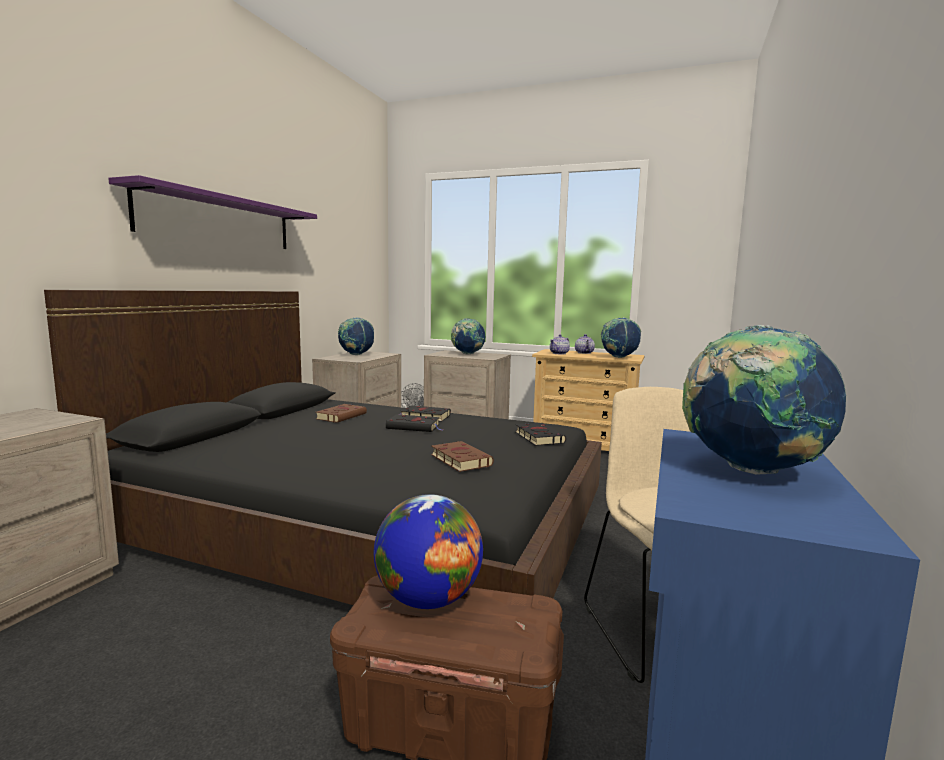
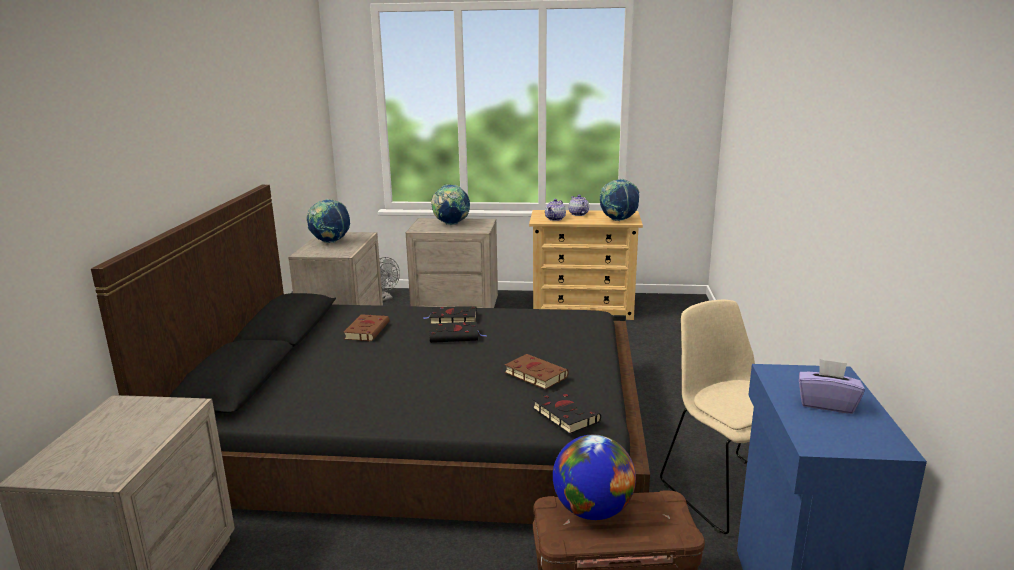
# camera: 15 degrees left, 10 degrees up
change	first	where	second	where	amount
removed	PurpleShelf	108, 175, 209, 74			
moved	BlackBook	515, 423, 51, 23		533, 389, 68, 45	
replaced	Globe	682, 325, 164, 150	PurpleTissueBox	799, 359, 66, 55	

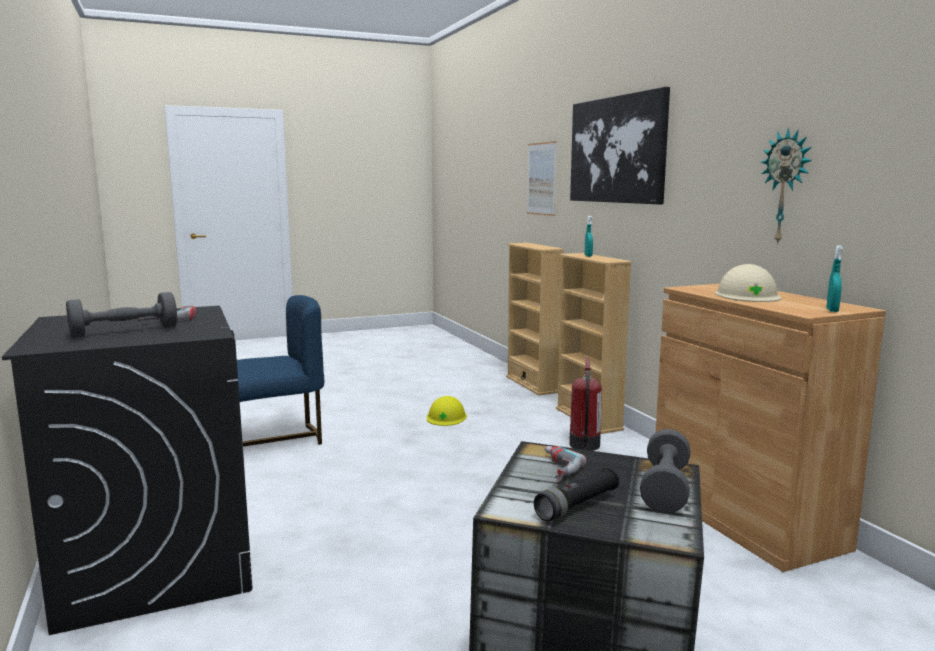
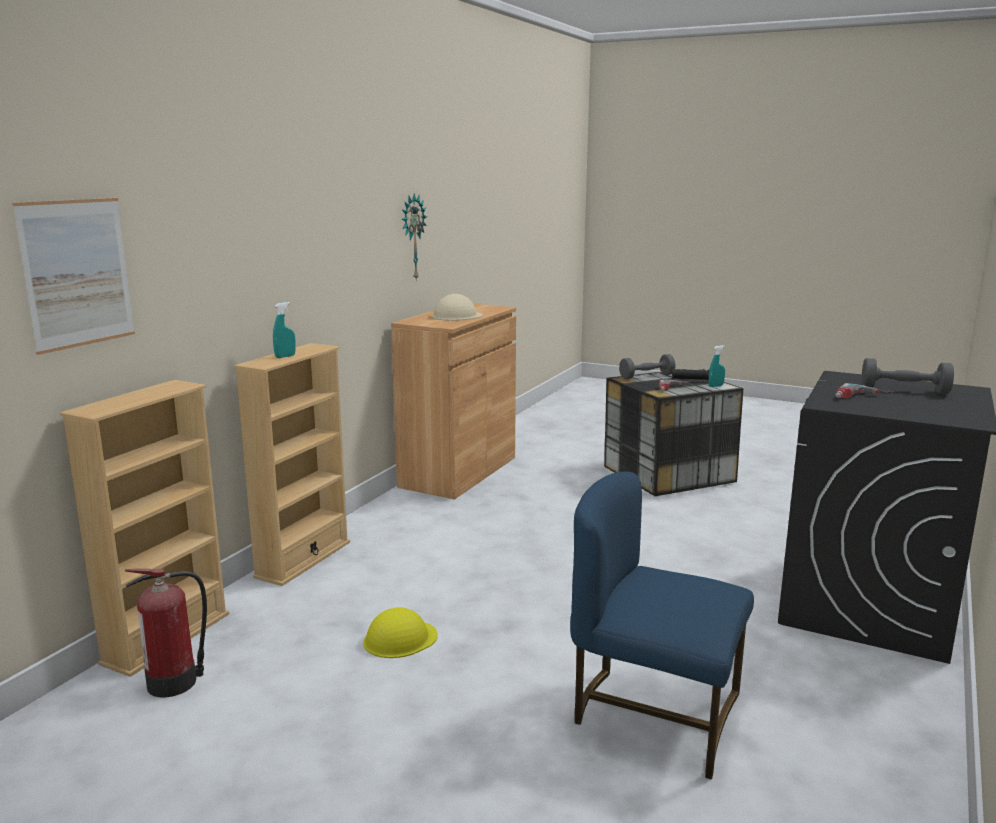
# camera: 130 degrees left, 5 degrees up
change	first	where	second	where	amount
removed	Picture	570, 87, 100, 118			
moved	FireExtinguisher	569, 356, 33, 95		125, 569, 82, 128	
moved	TurquoiseSprayBottle	826, 245, 17, 67		709, 345, 16, 42	

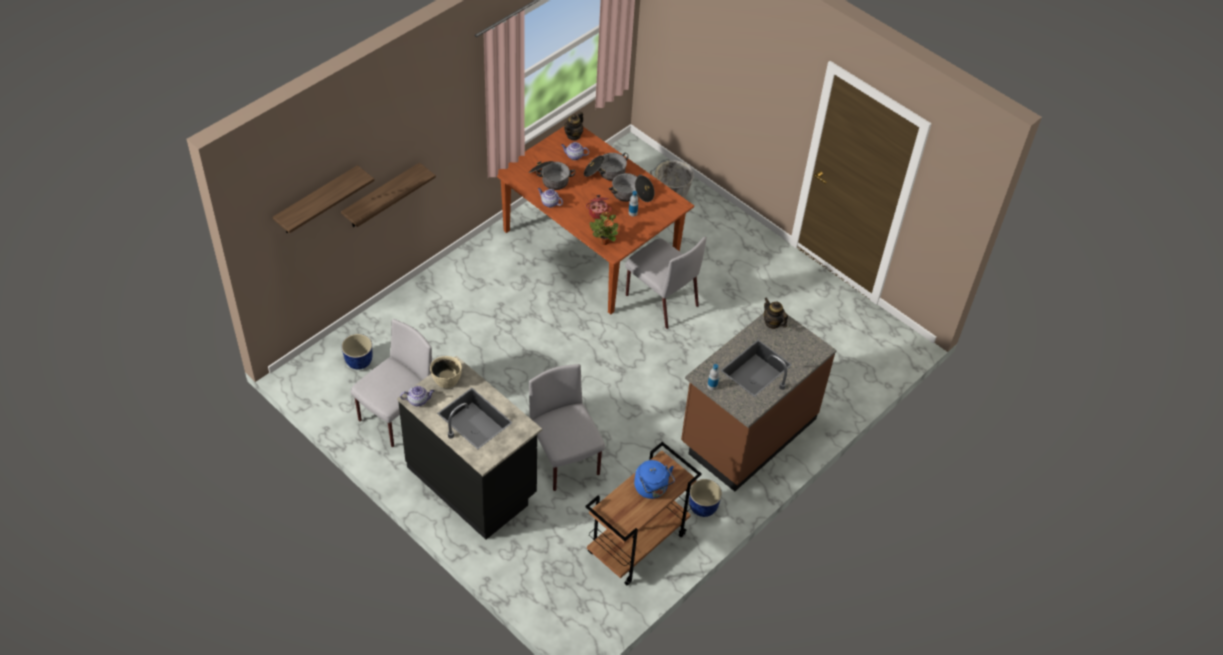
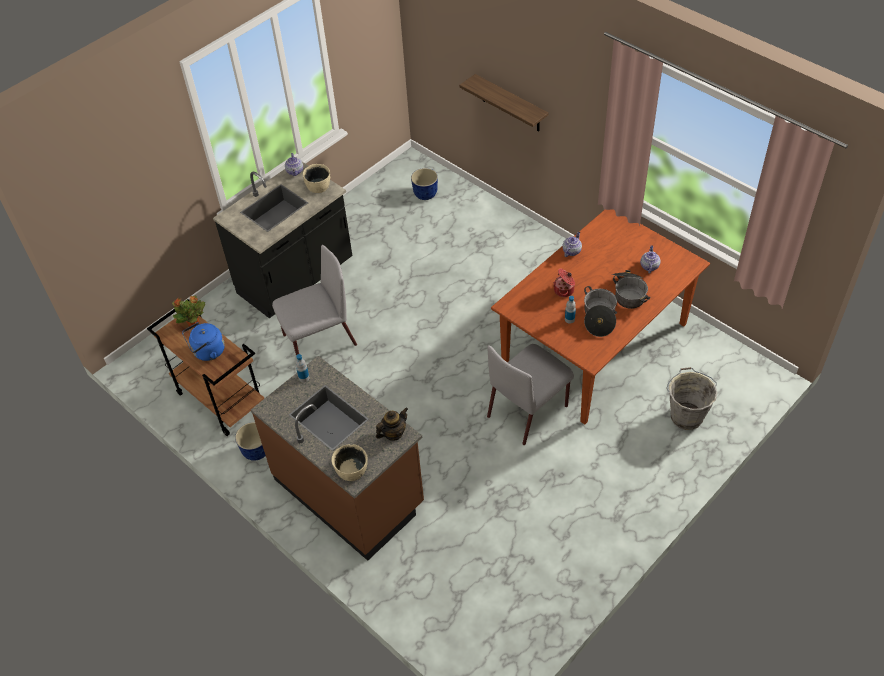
# camera: 95 degrees right, 0 degrees up
change	first	where	second	where	amount
removed	Shelf	273, 165, 101, 68			
removed	GreyChair	351, 319, 81, 128			
removed	CookingPot	528, 161, 47, 29			
removed	Teapot	564, 112, 19, 29			
added			BeigeBowl	331, 444, 37, 37	
moved	PottedPlant	590, 211, 28, 34		172, 296, 33, 32	

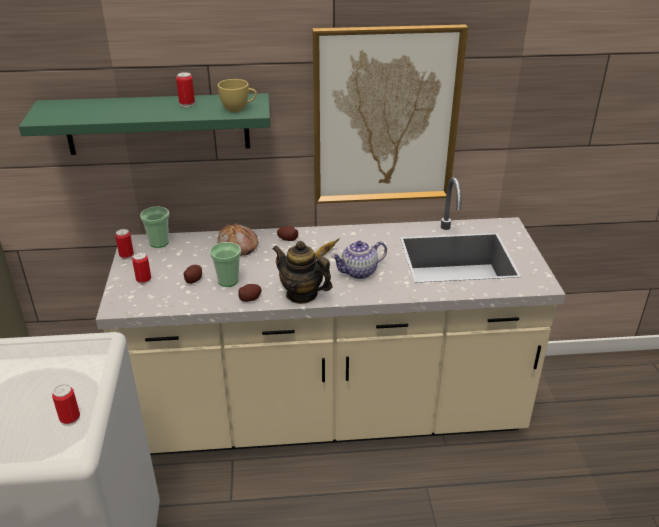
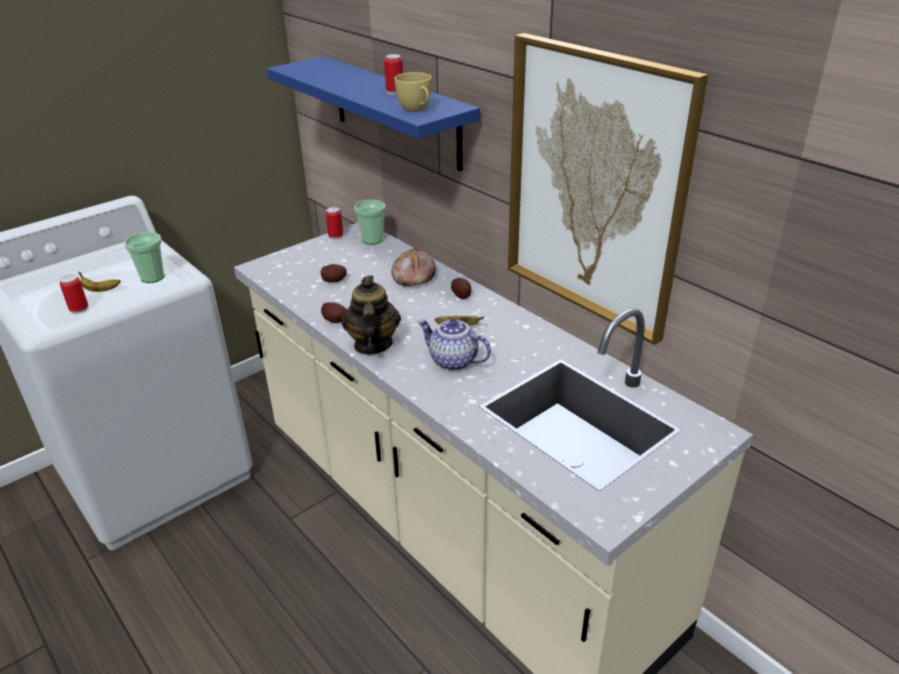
# camera: 55 degrees right, 0 degrees up
change	first	where	second	where	amount
removed	Can	132, 252, 19, 32			
added			Banana	79, 272, 42, 20	
moved	Cup	210, 242, 31, 45		124, 232, 41, 51	
recoloured	GreenShelf	19, 93, 251, 62	BlueShelf	266, 56, 214, 115	

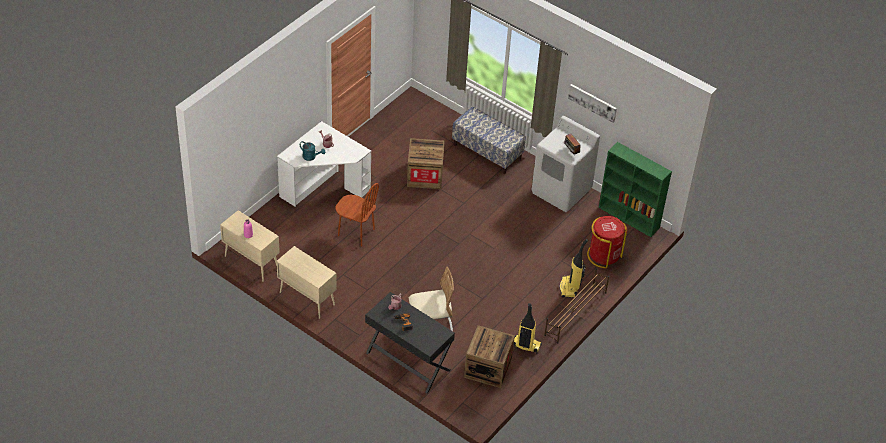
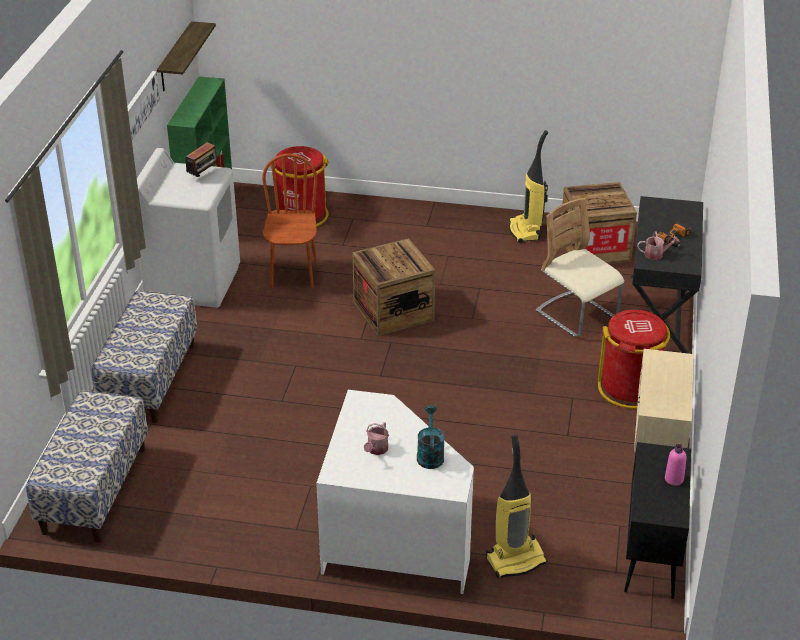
# camera: 115 degrees left, 10 degrees down
change	first	where	second	where	amount
removed	BrownShoeRack	544, 268, 65, 76			
added			Bench	26, 391, 122, 151	
added			Shelf	157, 21, 59, 70	
added			RedTrashCan	598, 310, 72, 99	
moved	BrownChair	336, 183, 43, 64		262, 154, 55, 134	
moved	Crate	407, 138, 38, 51		352, 238, 83, 98	
moved	VacuumCleaner	560, 239, 28, 59		486, 434, 62, 144	
recoloured	BeigeCabinet	220, 210, 60, 71	BlackCabinet	624, 442, 67, 157	

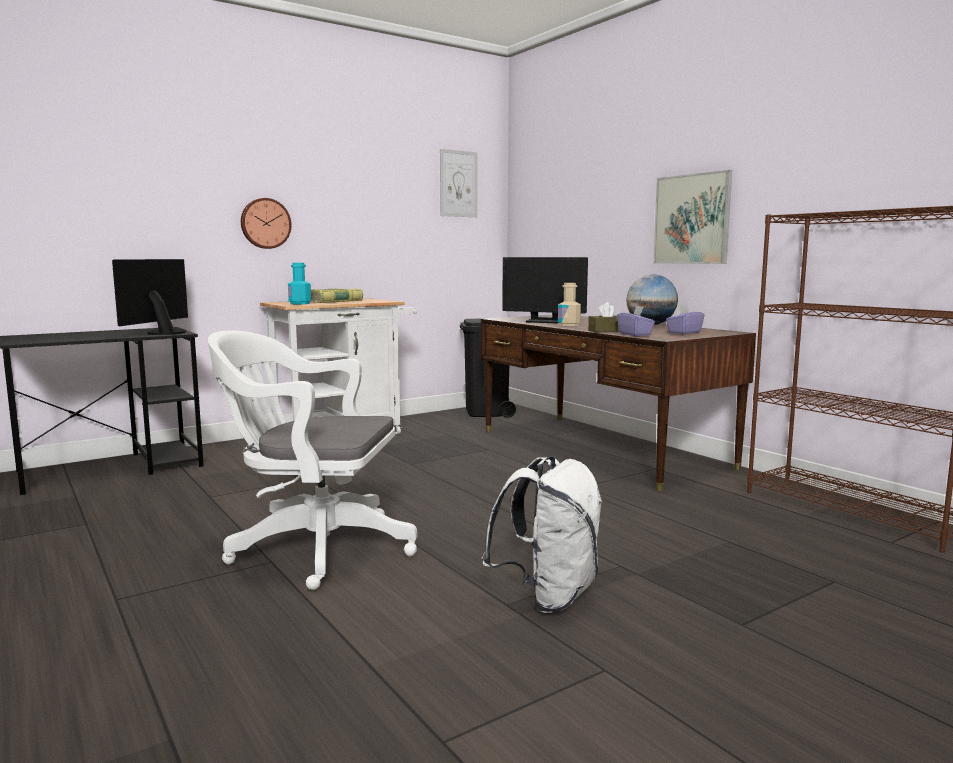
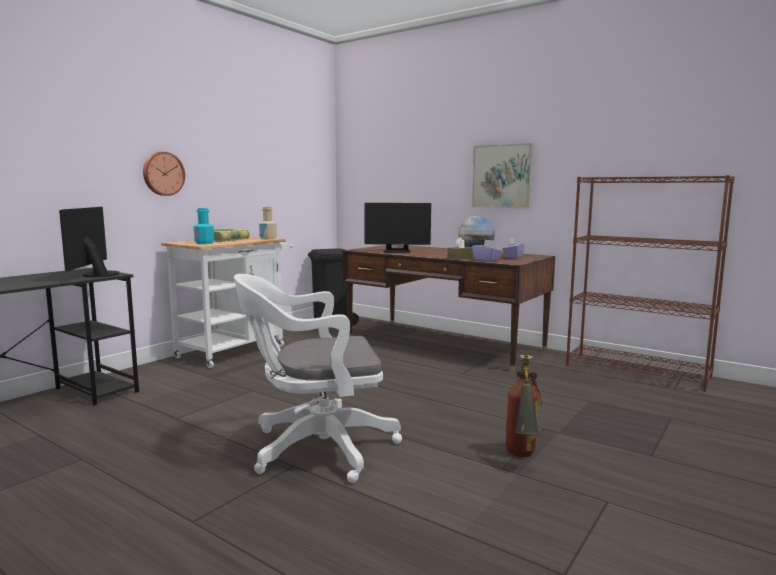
# camera: 20 degrees left, 0 degrees up
change	first	where	second	where	amount
removed	Picture	440, 149, 38, 68			
moved	BeigeBottle	558, 283, 23, 43		259, 207, 18, 33	
replaced	WhiteBackpack	482, 456, 120, 157	FireExtinguisher	505, 354, 37, 103	

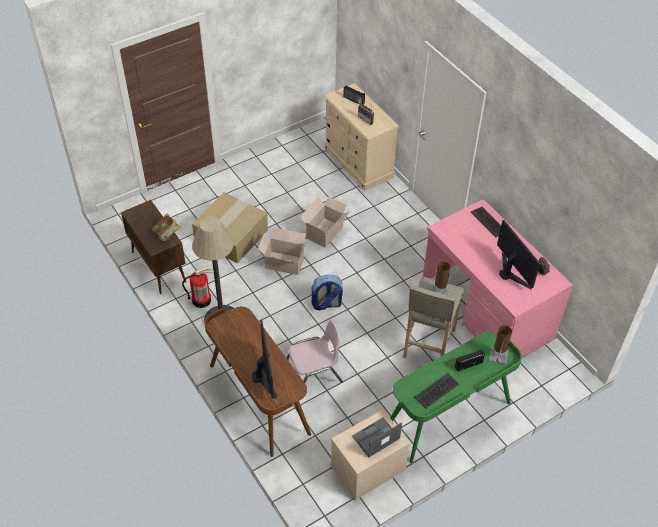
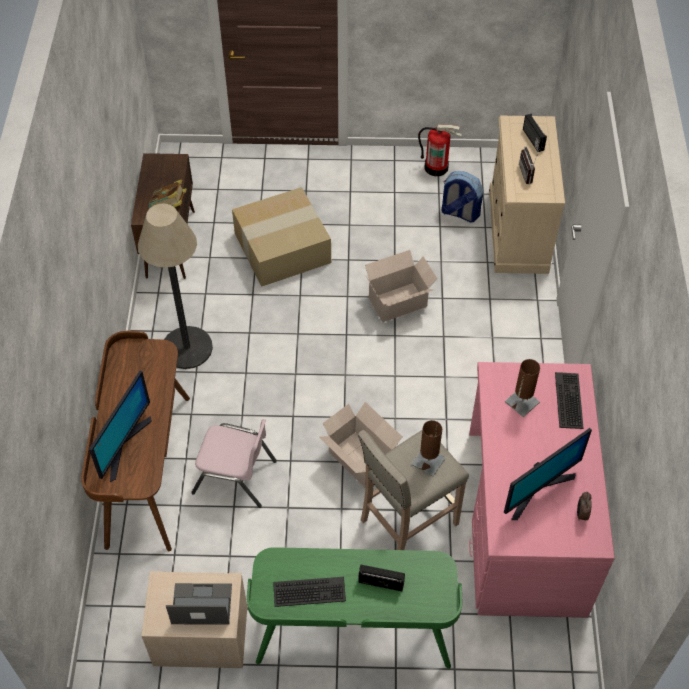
# camera: 35 degrees right, 5 degrees up
change	first	where	second	where	amount
moved	FireExtinguisher	182, 266, 32, 42		418, 124, 44, 52	
moved	CardboardBox	258, 227, 49, 48		320, 402, 82, 85	
moved	Backpack	311, 275, 32, 35		441, 171, 42, 51	
moved	BrownTableLamp	489, 325, 23, 39		505, 359, 35, 58	
turned	Monitor	497, 220, 43, 69		504, 428, 88, 92	45 degrees clockwise

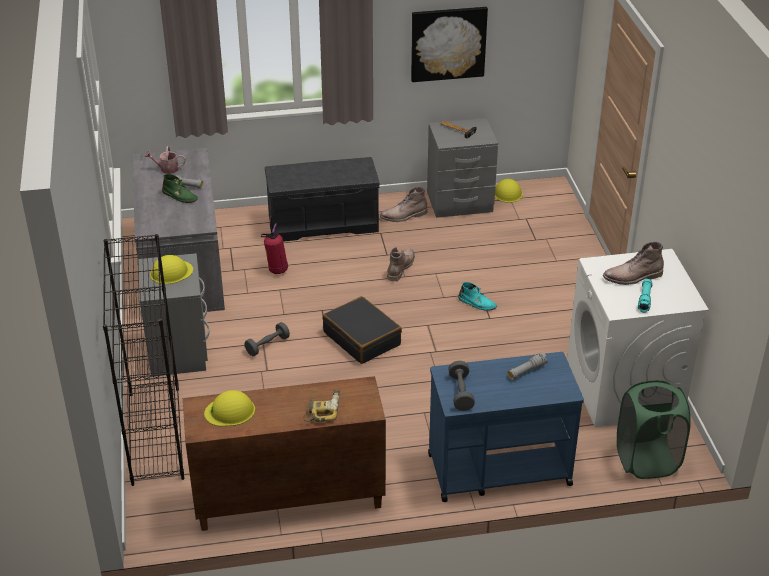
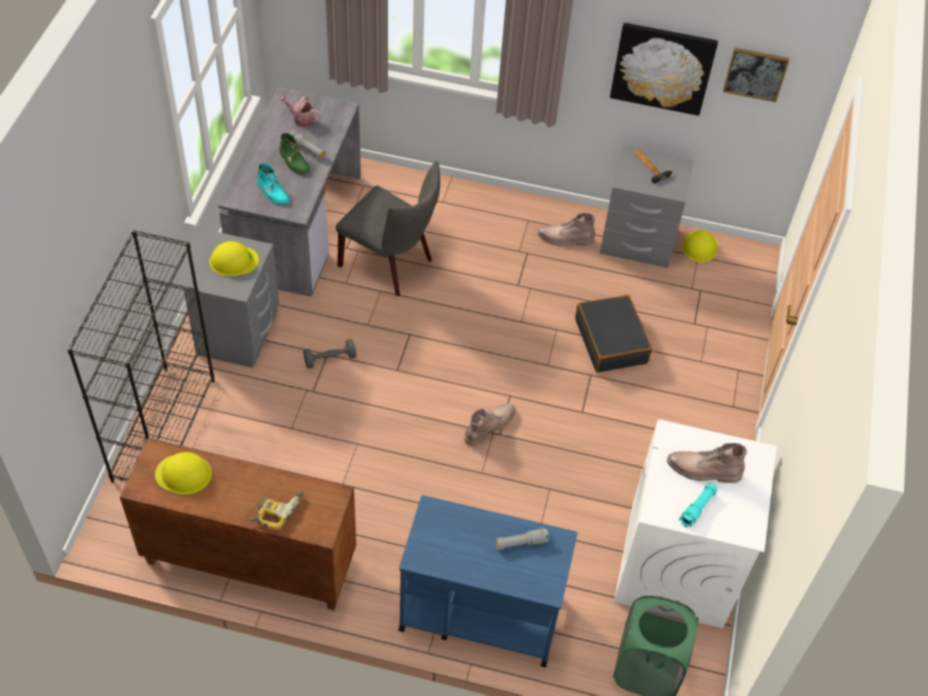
# camera: 20 degrees right, 15 degrees up
change	first	where	second	where	amount
removed	GreyBench	265, 157, 115, 85			
removed	GreyDumbbell	448, 361, 27, 50			
added			Picture	723, 48, 67, 54	
moved	BlackSuitcase	323, 296, 79, 68		575, 295, 77, 78	
moved	BrownBoot	387, 247, 28, 35		464, 404, 52, 42	
moved	TurquoiseBoot	458, 282, 39, 29		257, 163, 33, 42	
replaced	FireExtinguisher	261, 216, 27, 58	GreyChair	336, 161, 104, 135	

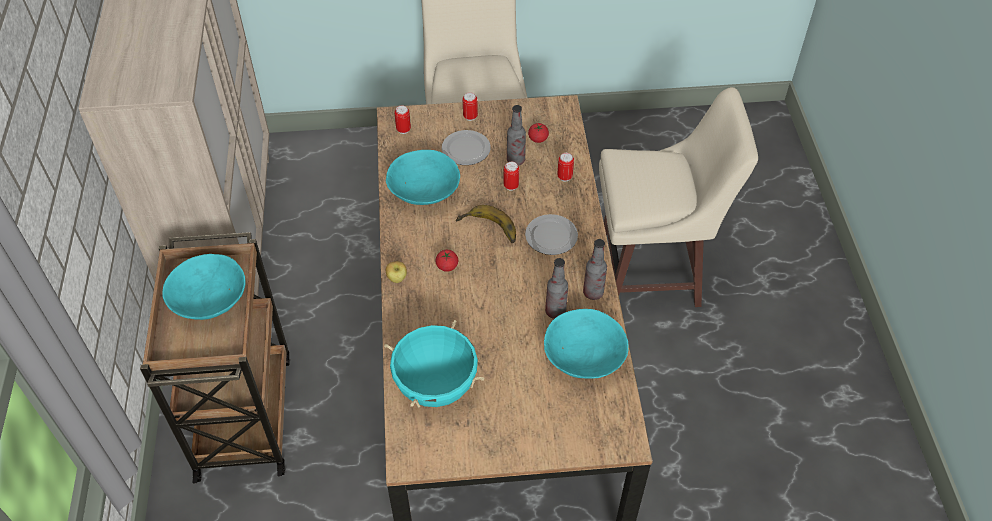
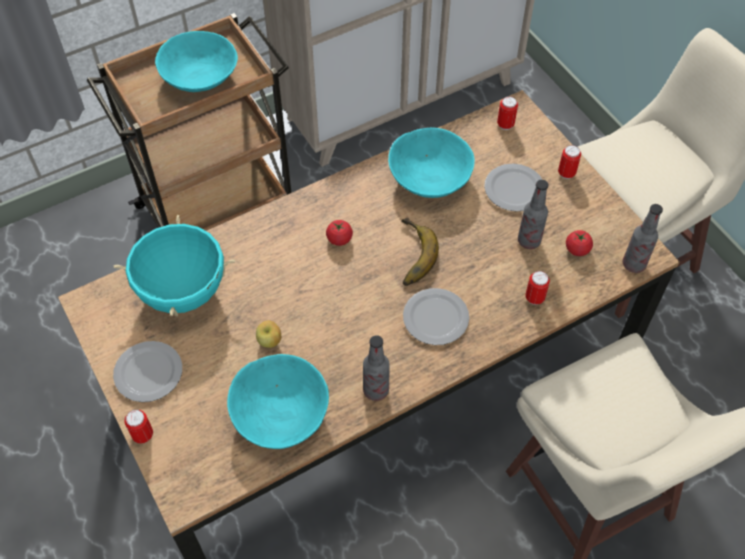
# camera: 65 degrees right, 5 degrees up
change	first	where	second	where	amount
added			Plate	113, 341, 69, 61	
moved	Apple	386, 261, 21, 22		256, 320, 25, 28	
moved	Can	503, 162, 16, 29		124, 410, 29, 33	
moved	Bottle	545, 258, 23, 61		623, 204, 40, 69	

